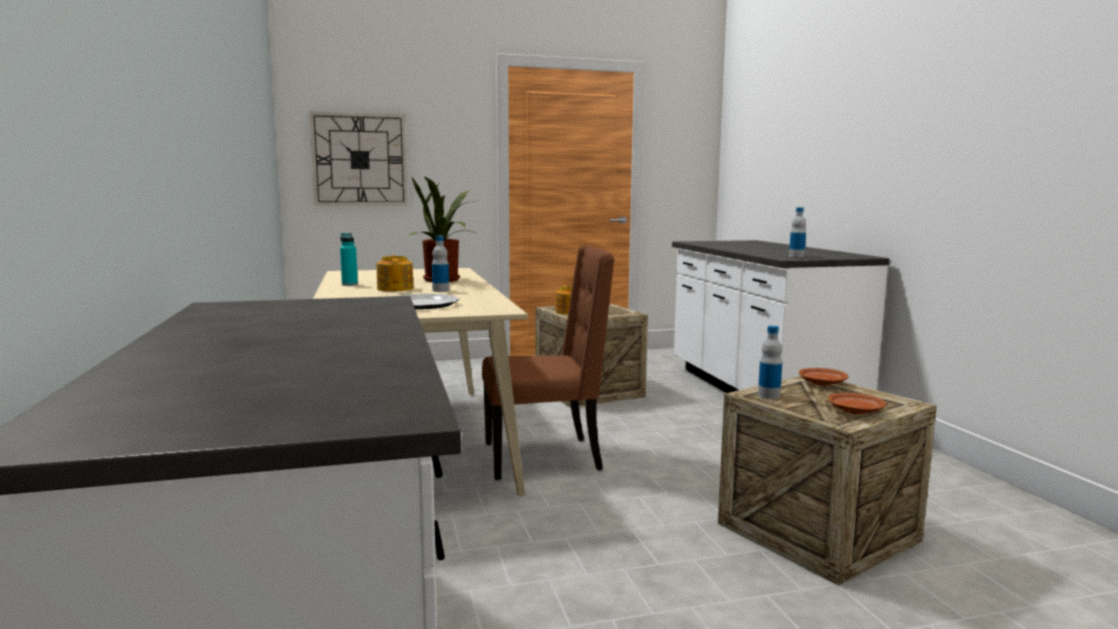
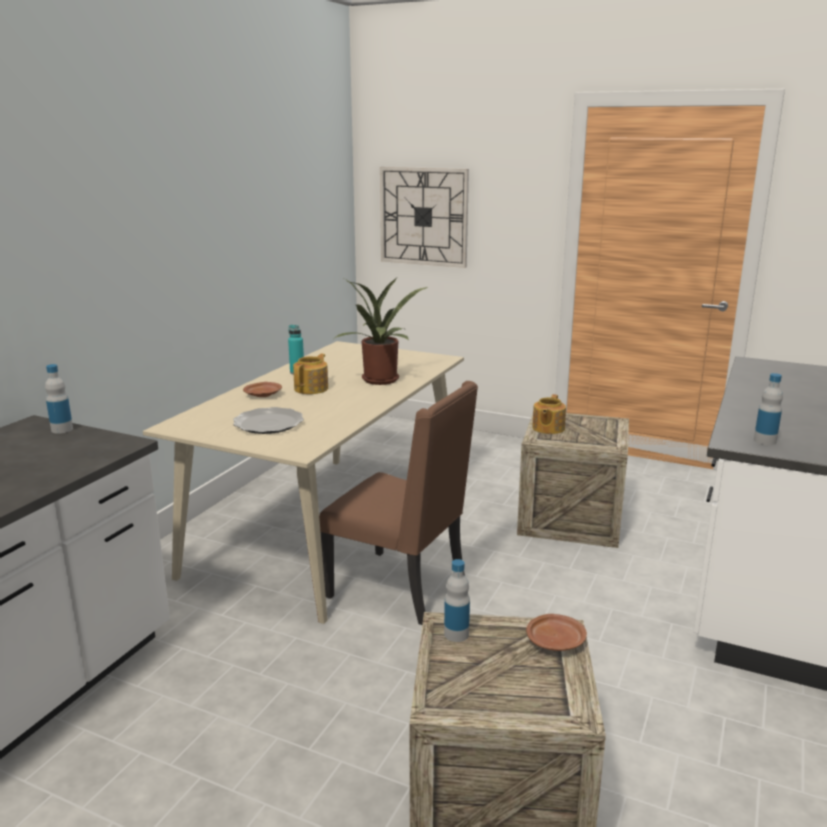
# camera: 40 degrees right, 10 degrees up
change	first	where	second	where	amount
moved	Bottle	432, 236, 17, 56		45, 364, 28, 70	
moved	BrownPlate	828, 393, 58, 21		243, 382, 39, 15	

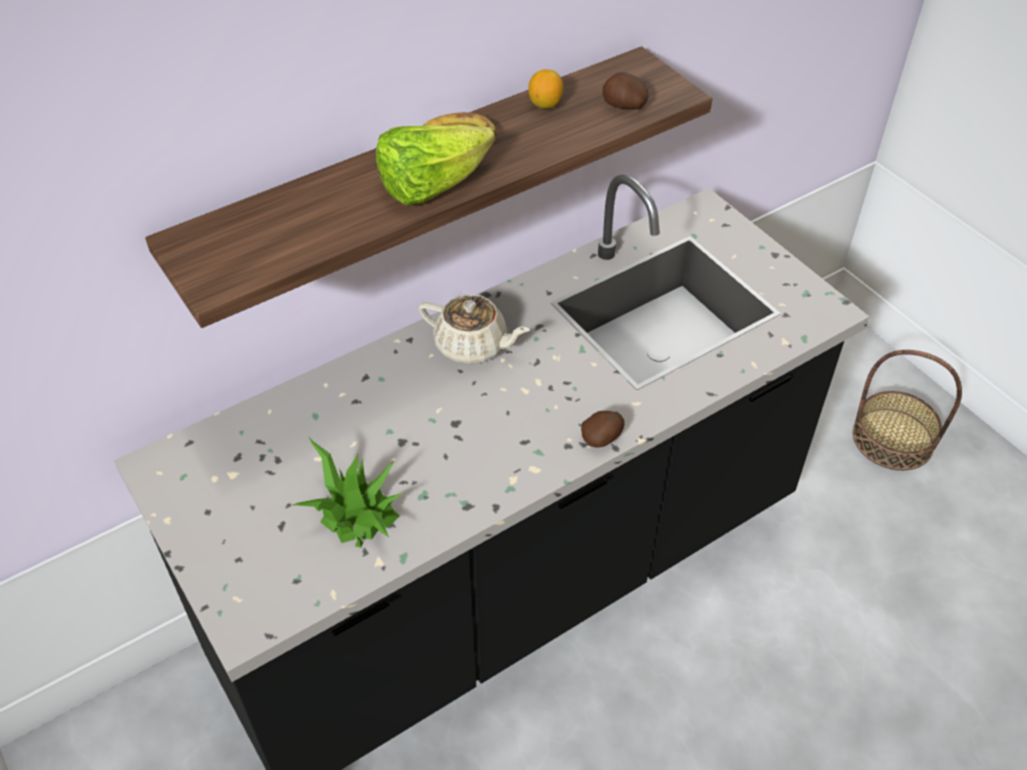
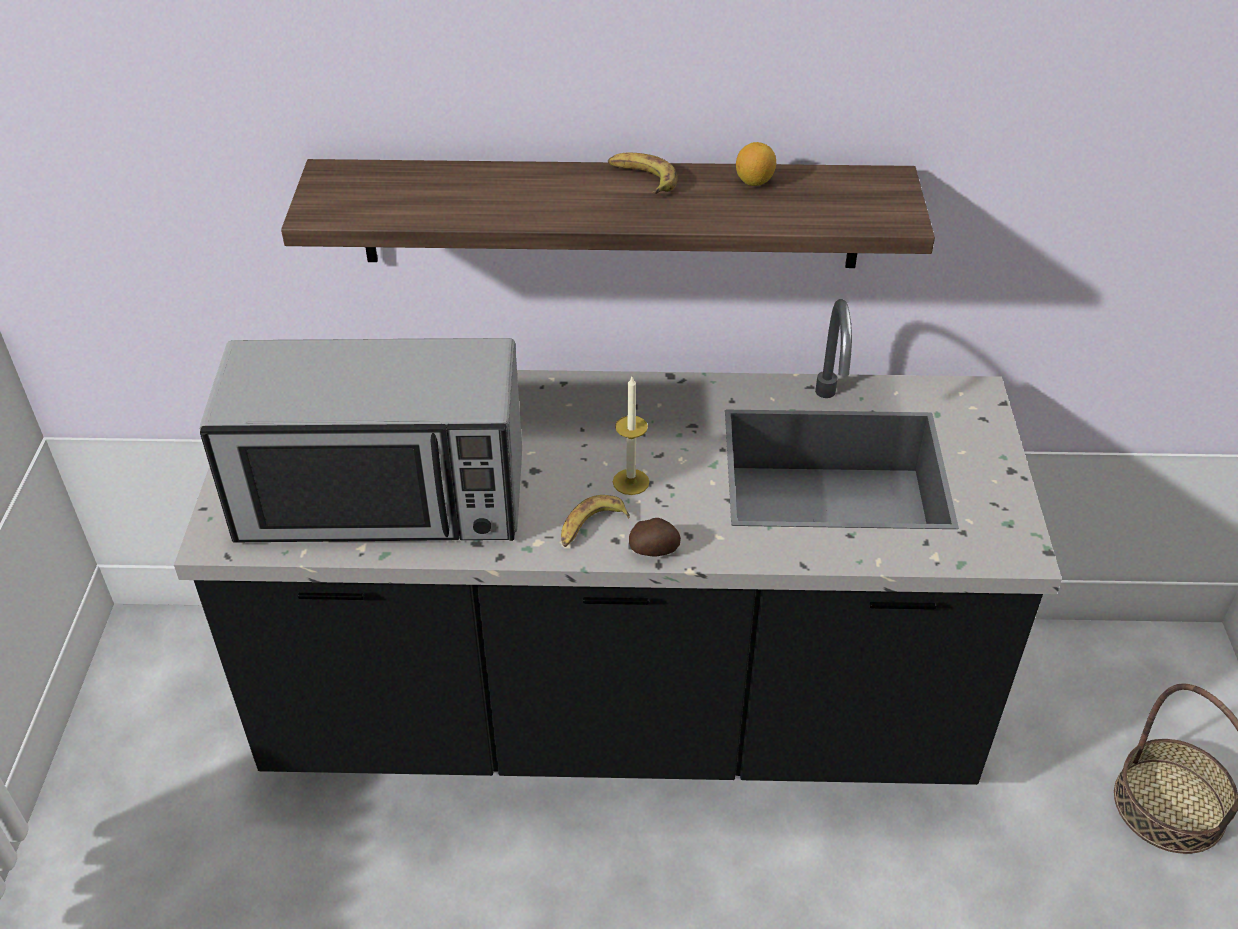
# camera: 35 degrees right, 5 degrees down
change	first	where	second	where	amount
removed	Lettuce	376, 125, 119, 81			
removed	BeigeTeapot	418, 294, 112, 70			
removed	Potato	603, 72, 46, 37			
added			Banana	561, 495, 69, 52	
added			Candle	613, 377, 36, 118	
replaced	PottedPlant	291, 436, 111, 112	Microwave	200, 338, 322, 205	

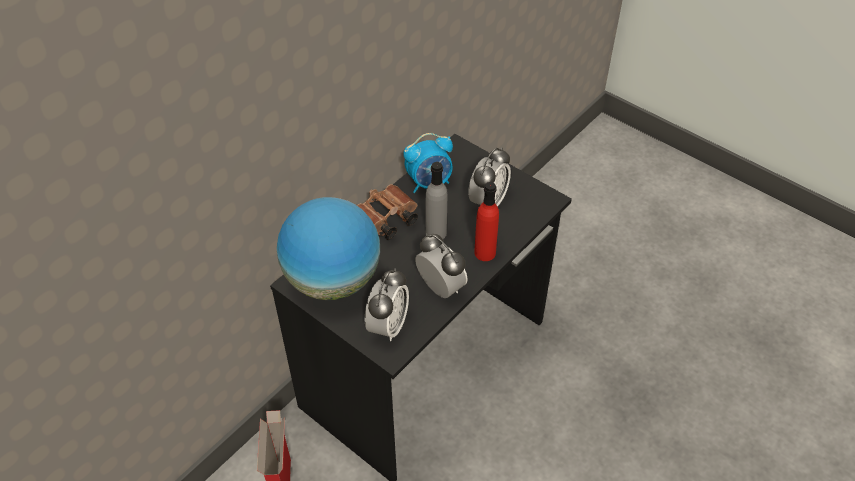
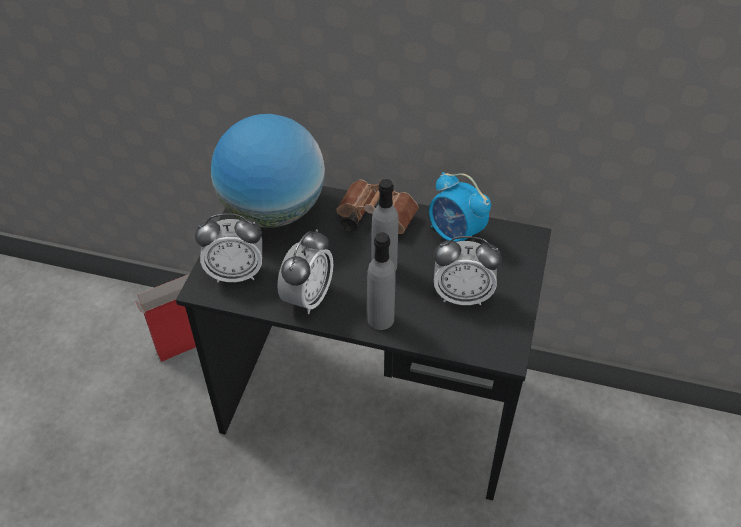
# camera: 65 degrees right, 0 degrees up
change	first	where	second	where	amount
recoloured	RedBottle	474, 182, 25, 79	GreyBottle	367, 232, 29, 98	

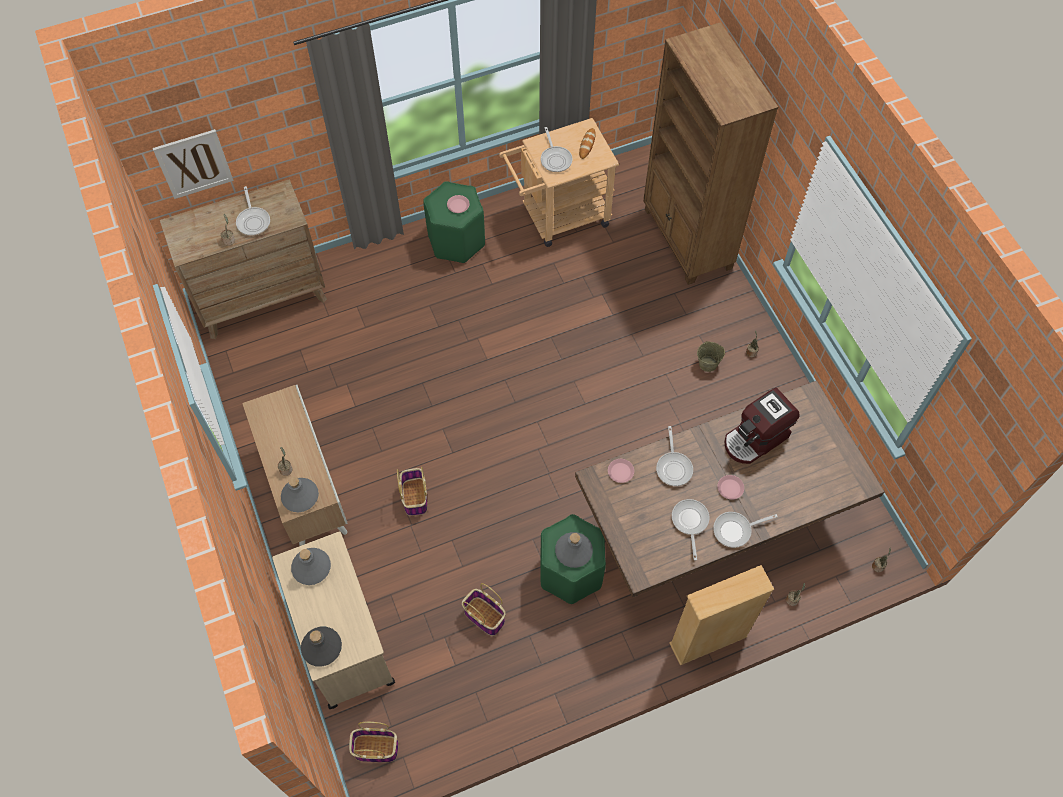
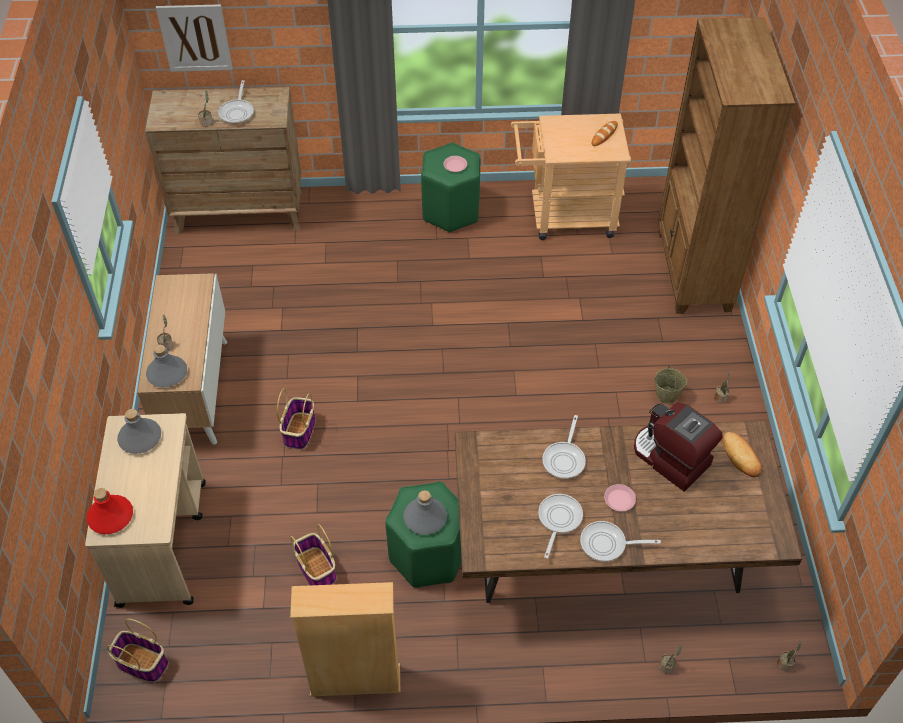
# camera: 20 degrees right, 10 degrees down
change	first	where	second	where	amount
removed	FryingPan	541, 127, 31, 45			
removed	PinkPlate	608, 459, 26, 24			
added			Bread	723, 432, 39, 45	
moved	BeigeBookcase	669, 565, 105, 100		290, 582, 110, 115	
recoloured	GreyBottle	301, 626, 41, 41	RedBottle	87, 488, 46, 46	
turned	CoffeeMachine	724, 387, 76, 77		634, 402, 89, 89	60 degrees clockwise

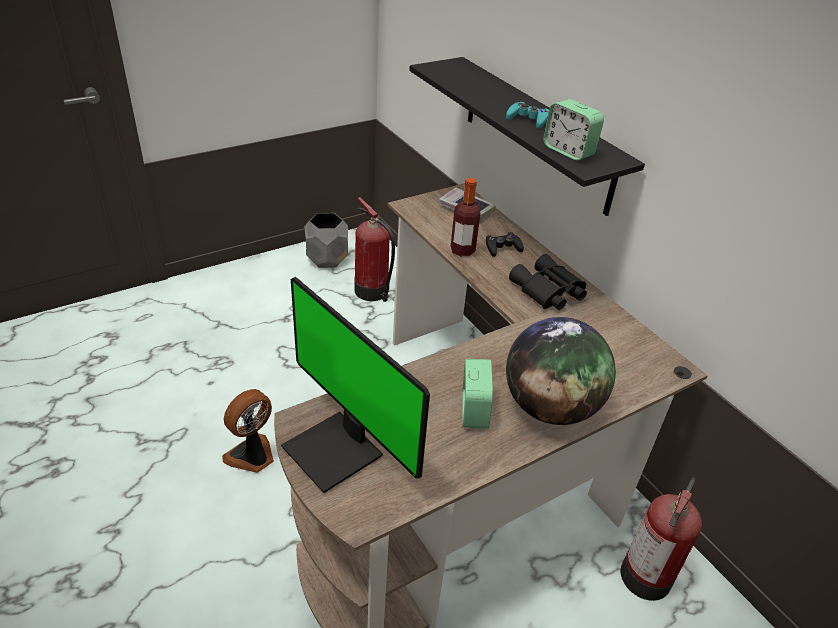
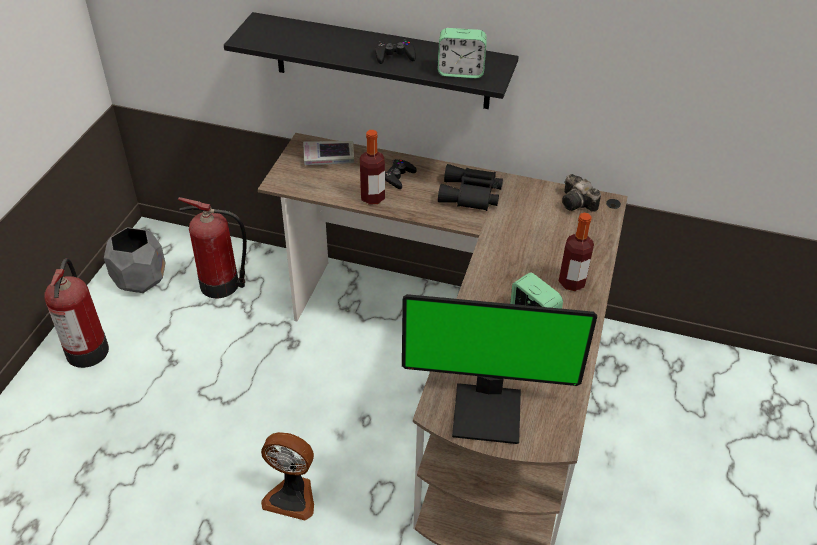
# camera: 40 degrees left, 5 degrees up
change	first	where	second	where	amount
added			PhotoCamera	562, 174, 39, 38	
moved	FireExtinguisher	621, 477, 81, 124		44, 258, 65, 110	
replaced	Globe	506, 317, 110, 108	Bottle	558, 213, 36, 78	
recoloured	TurquoiseGameController	506, 102, 43, 27	BlackGameController	375, 39, 41, 25	
turned	Fan	222, 389, 52, 84		261, 432, 53, 89	75 degrees counterclockwise

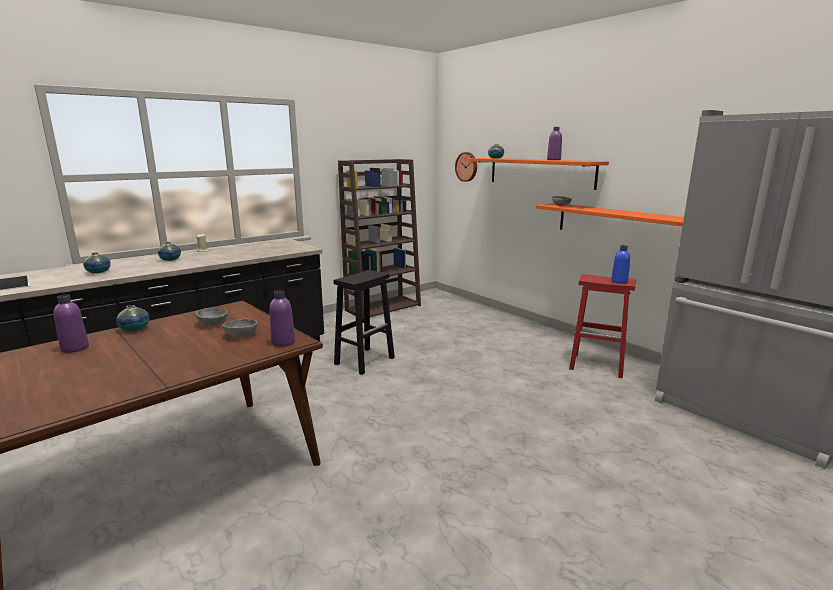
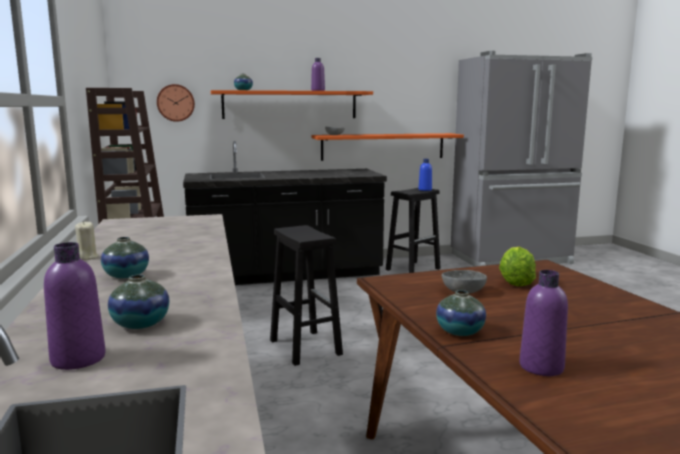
# camera: 65 degrees left, 5 degrees down
change	first	where	second	where	amount
added			BlackCounter	183, 141, 204, 144	
moved	PurpleBottle	269, 290, 26, 57		44, 242, 62, 128	
replaced	GreyBowl	222, 319, 35, 18	Lettuce	499, 247, 37, 39	
recoloured	RedStool	569, 274, 66, 104	BlackStool	386, 188, 55, 85	

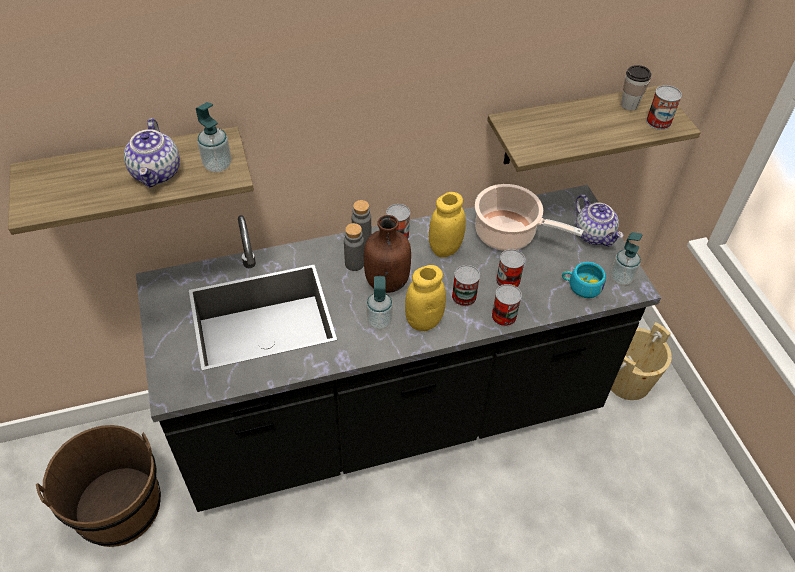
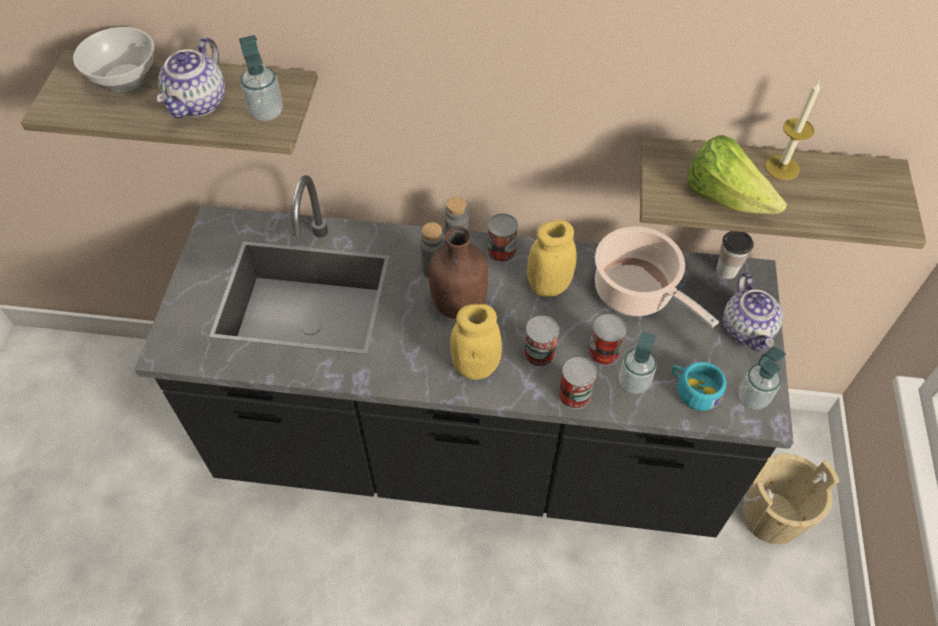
# camera: 25 degrees right, 5 degrees up
change	first	where	second	where	amount
removed	BrownBucket	36, 425, 125, 122			
removed	Can	646, 85, 36, 45			
added			Bowl	73, 27, 81, 65	
added			Lettuce	687, 135, 100, 79	
added			Candle	765, 81, 55, 99	
moved	SoapDispenser	366, 276, 27, 54		619, 332, 37, 62	
moved	Cup	621, 65, 31, 46		716, 231, 38, 48	

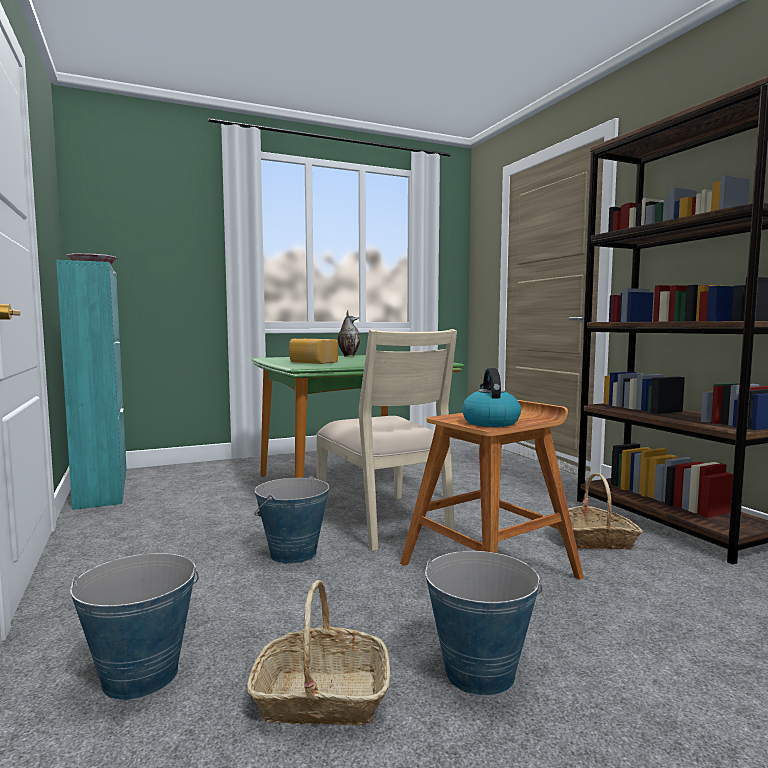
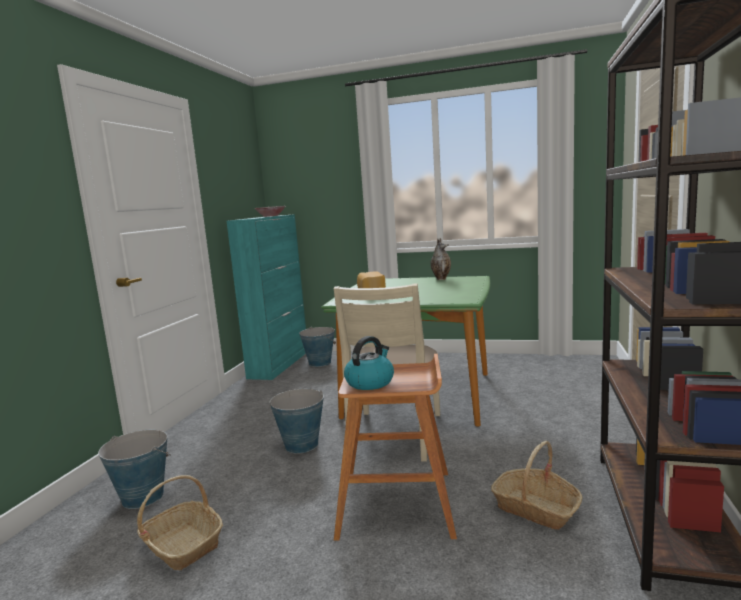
# camera: 40 degrees right, 5 degrees up
change	first	where	second	where	amount
moved	Bucket	425, 551, 117, 145		299, 327, 37, 40	

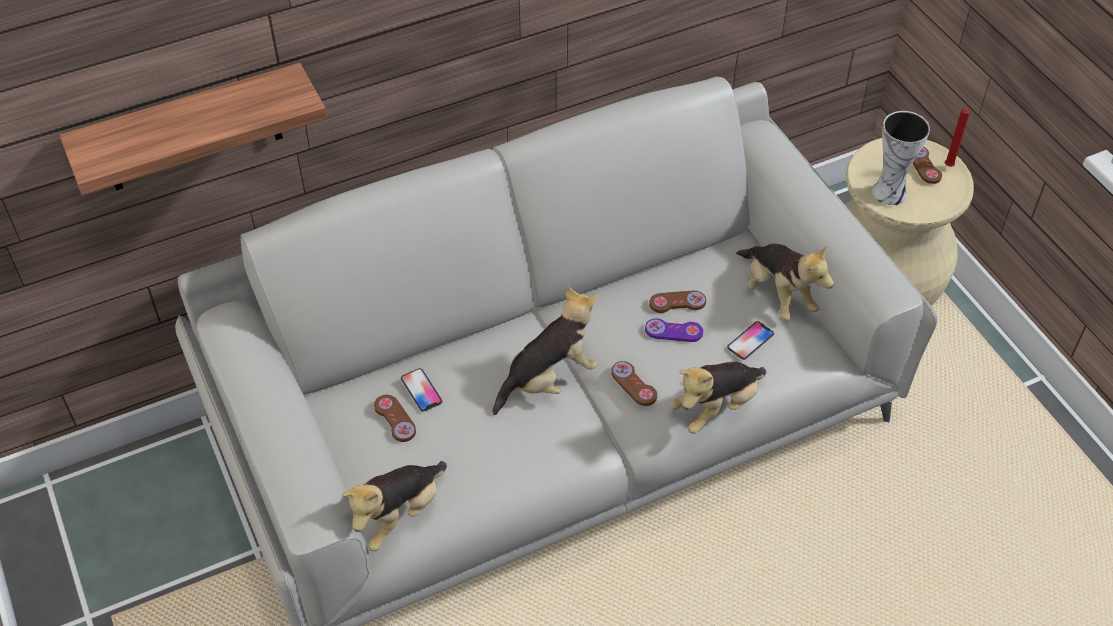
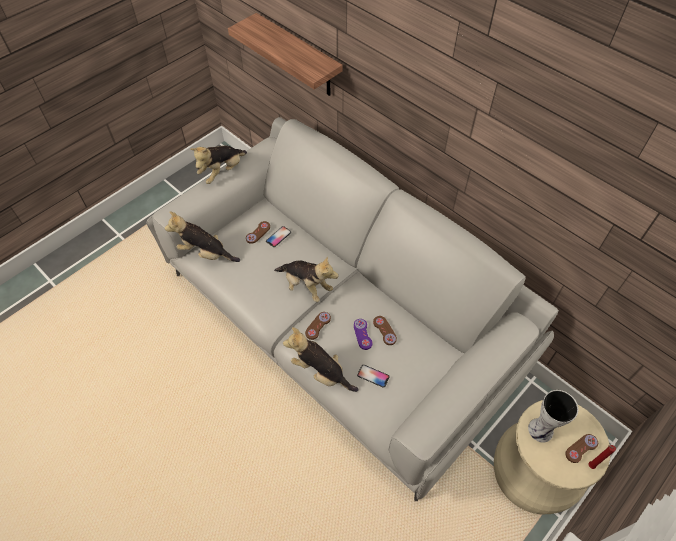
# camera: 70 degrees right, 5 degrees up
change	first	where	second	where	amount
moved	PlushToy	736, 244, 98, 76		190, 145, 57, 39	

